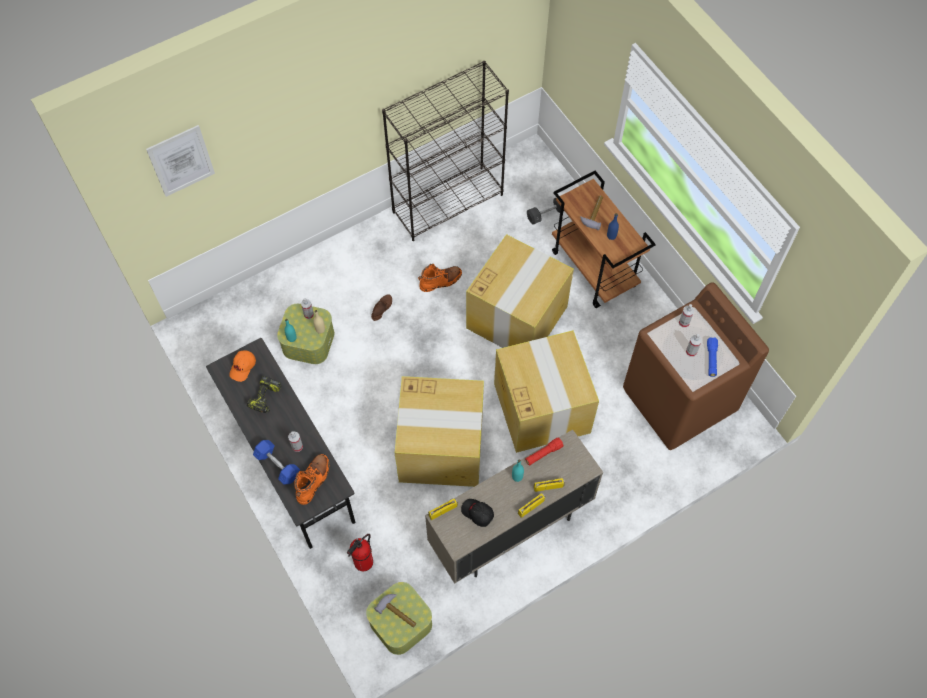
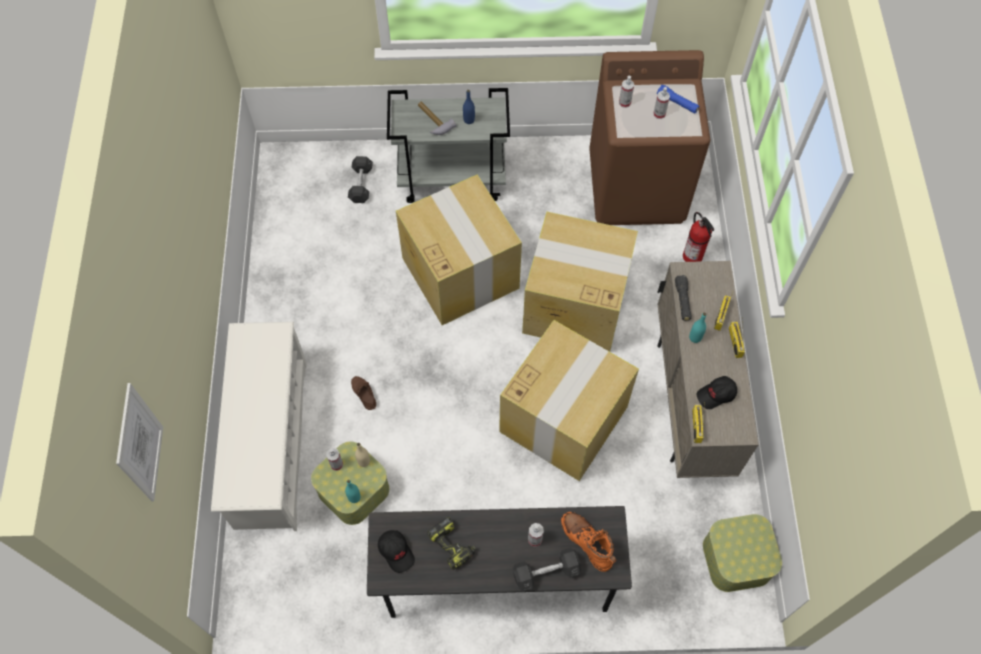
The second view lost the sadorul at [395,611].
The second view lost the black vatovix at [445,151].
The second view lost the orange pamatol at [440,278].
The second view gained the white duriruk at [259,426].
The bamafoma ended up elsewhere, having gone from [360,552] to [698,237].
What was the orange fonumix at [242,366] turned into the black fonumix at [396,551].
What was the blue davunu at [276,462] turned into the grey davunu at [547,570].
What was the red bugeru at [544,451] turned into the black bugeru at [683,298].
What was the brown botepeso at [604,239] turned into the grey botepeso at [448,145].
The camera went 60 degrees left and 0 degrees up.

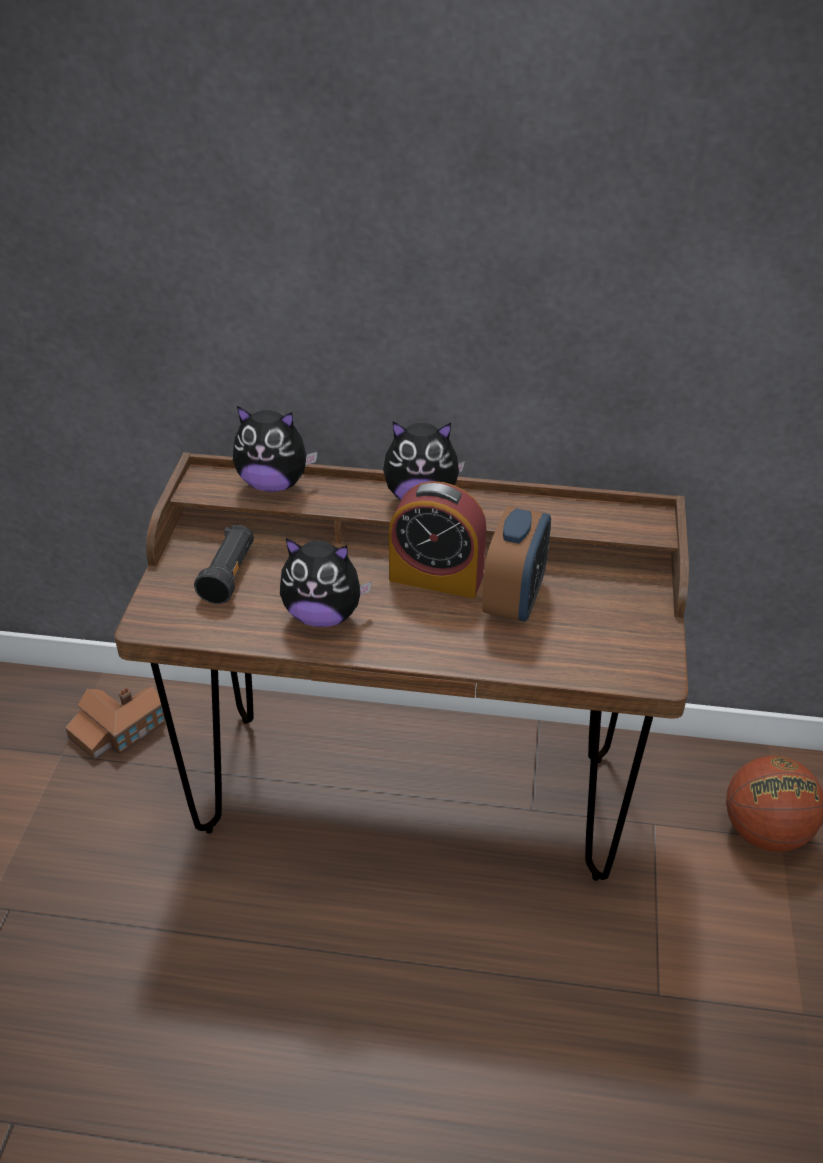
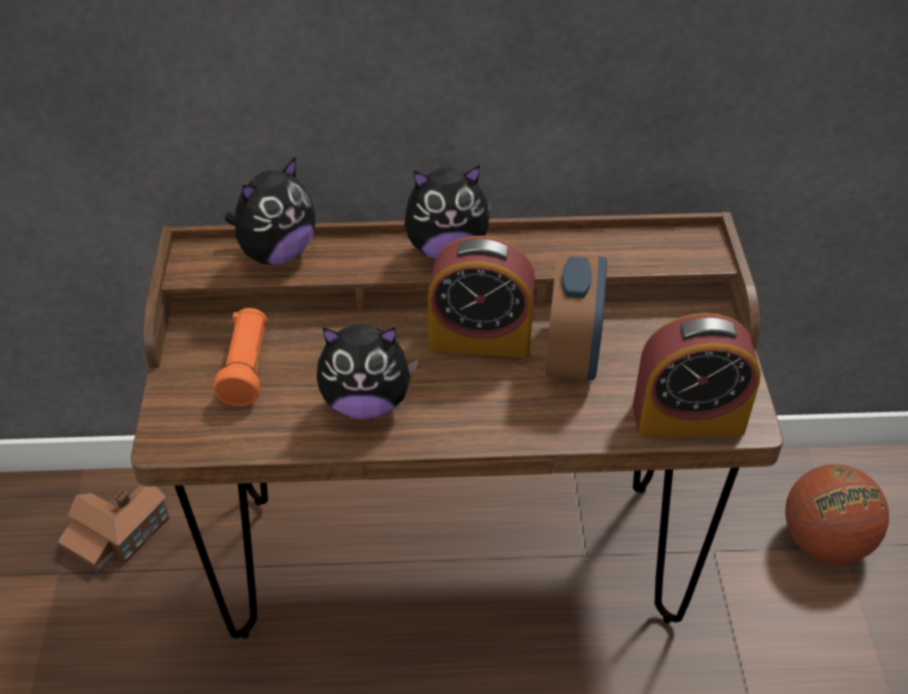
The second view gained the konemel at [697,375].
What was the black bugeru at [224,564] turned into the orange bugeru at [240,357].
The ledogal at [275,449] ended up facing another way, 45 degrees counterclockwise from before.
The camera went 10 degrees left and 5 degrees up.

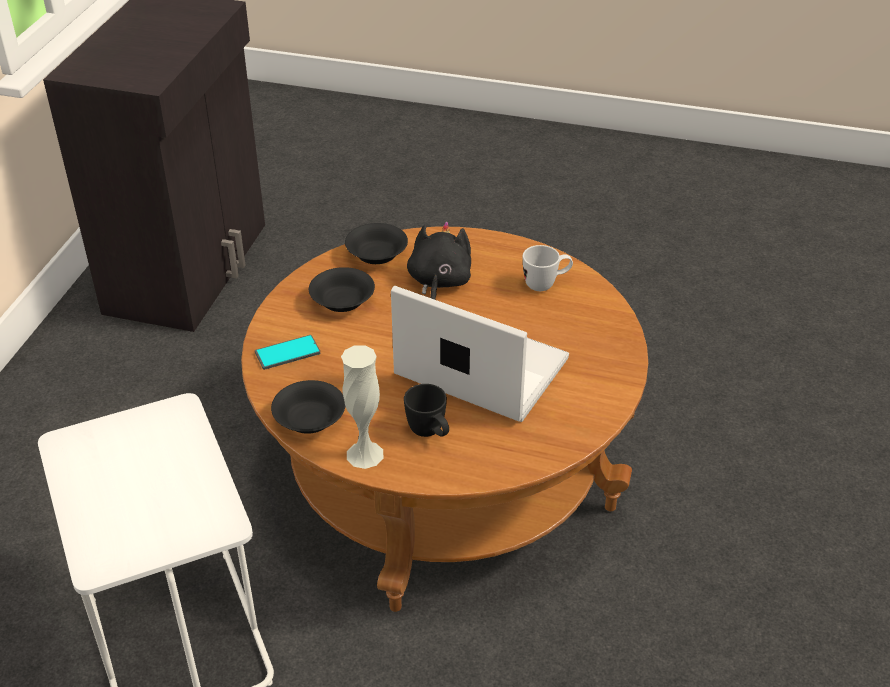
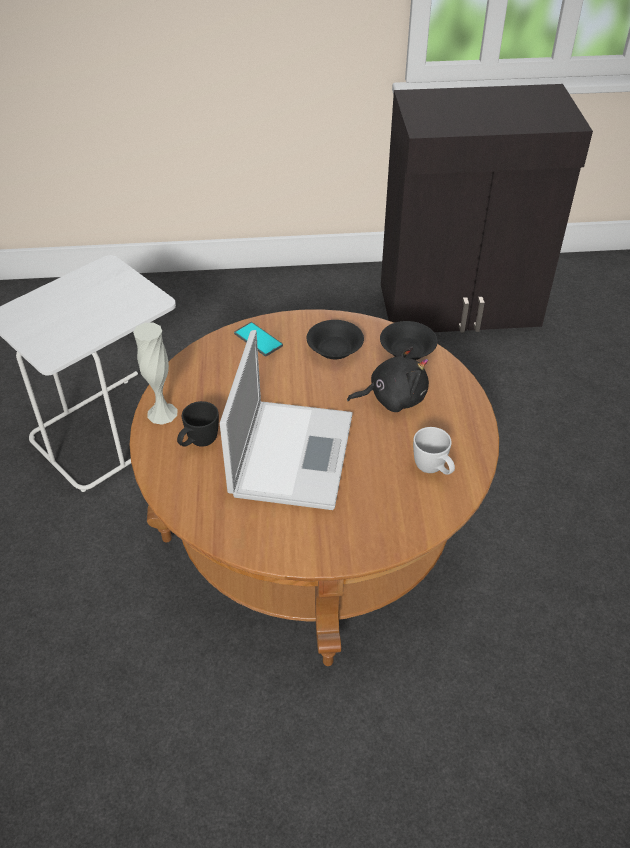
The second view lost the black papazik at [308,407].
The camera went 70 degrees right and 5 degrees up.

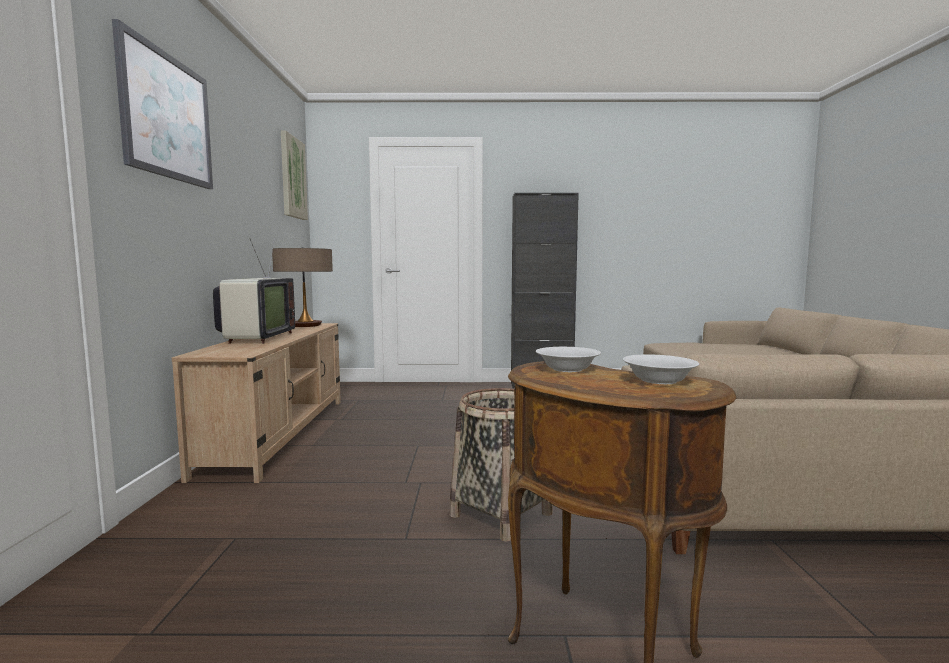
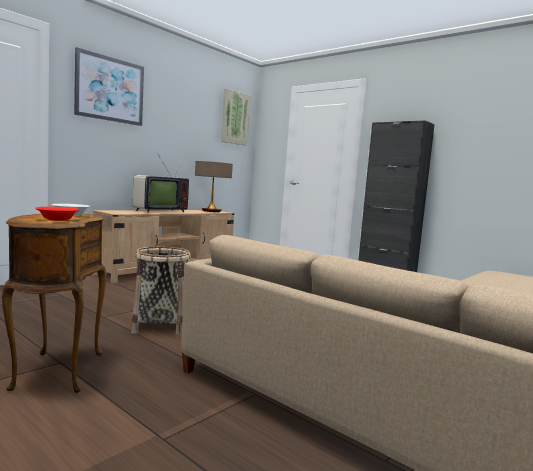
What was the white papazik at [661,369] turned into the red papazik at [57,214].
The camera went 40 degrees right and 0 degrees up.

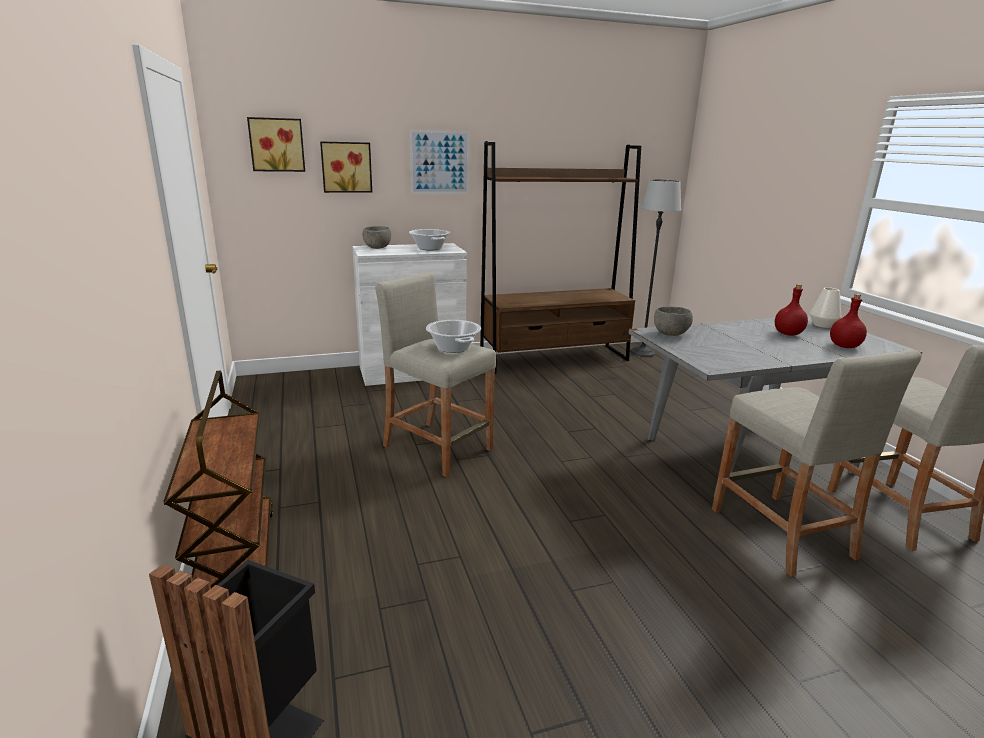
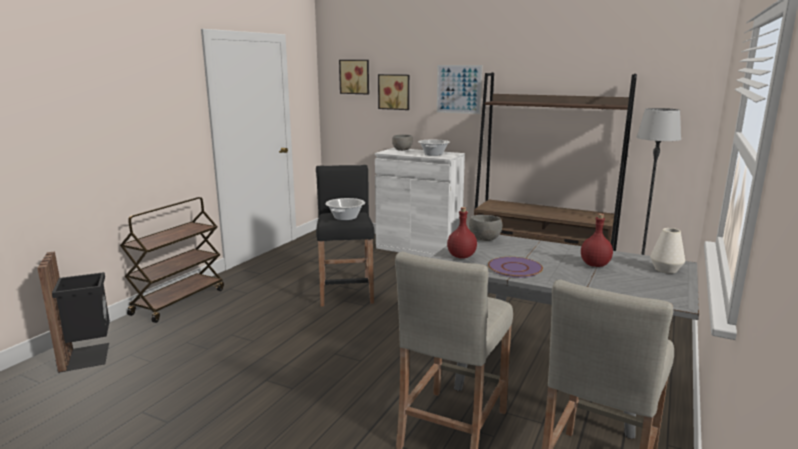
The second view gained the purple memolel at [515,267].
The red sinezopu ended up elsewhere, having gone from [848,321] to [462,233].
What was the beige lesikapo at [435,374] turned into the black lesikapo at [345,235].
The camera went 45 degrees right and 5 degrees down.

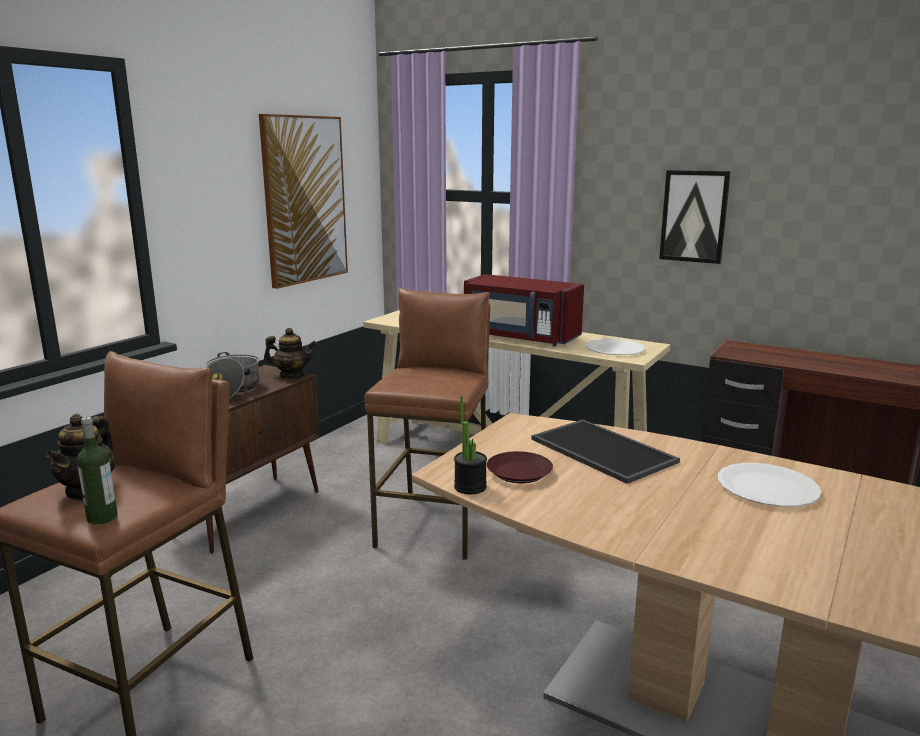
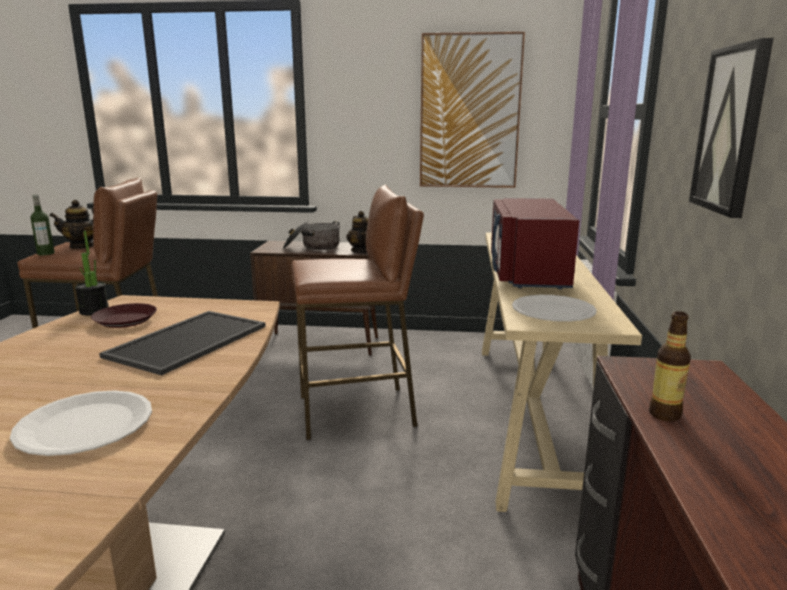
The second view gained the sinezopu at [670,366].
The camera went 65 degrees right and 0 degrees up.

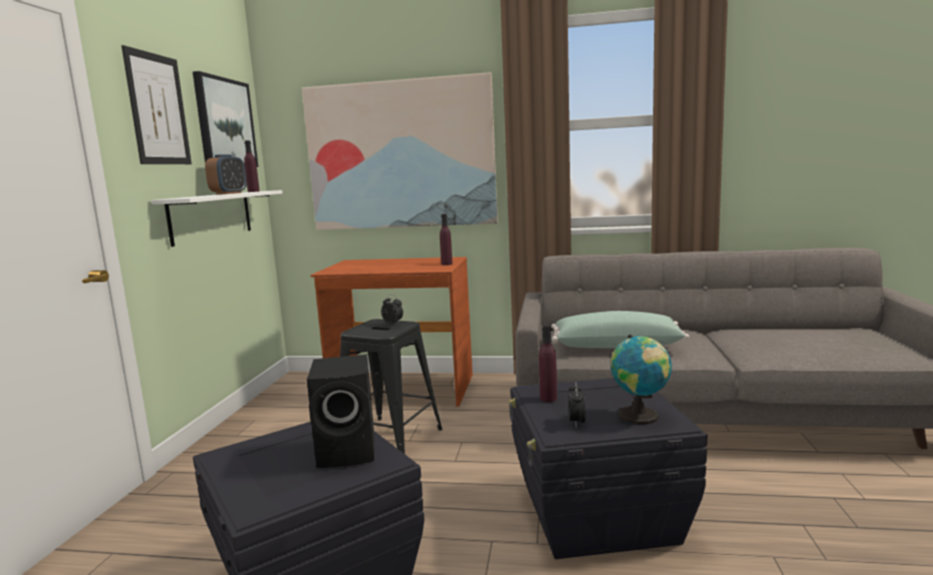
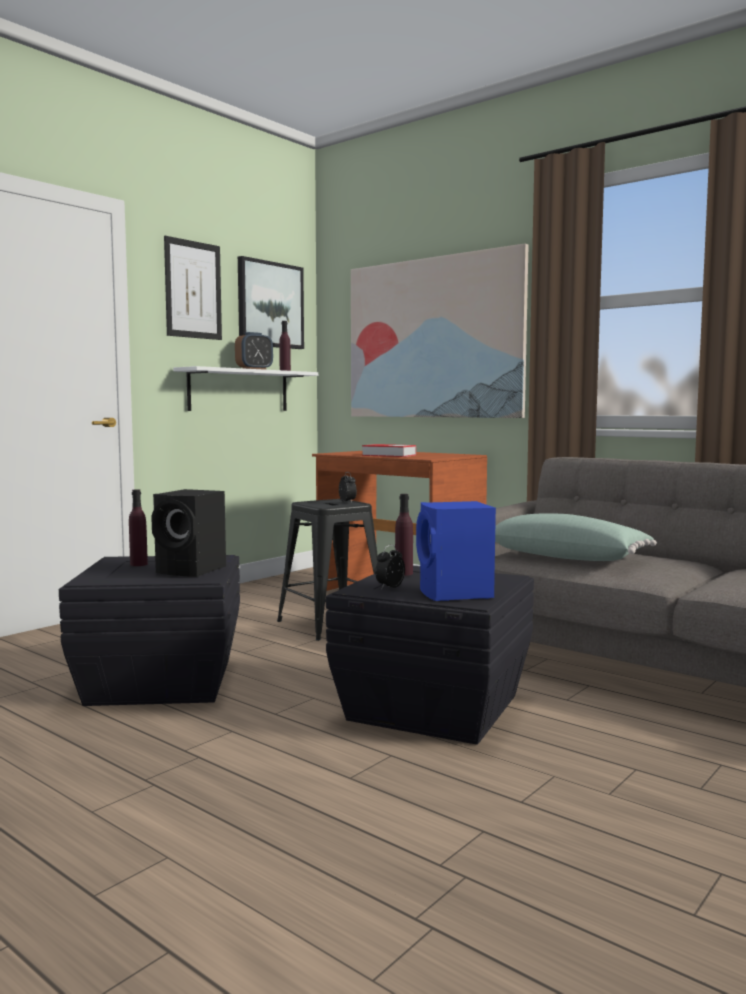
The second view gained the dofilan at [389,450].
The purple sinezopu ended up elsewhere, having gone from [446,239] to [138,527].
Where the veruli stood at [641,379], the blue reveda came to stand at [456,551].
The camera went 30 degrees right and 5 degrees down.

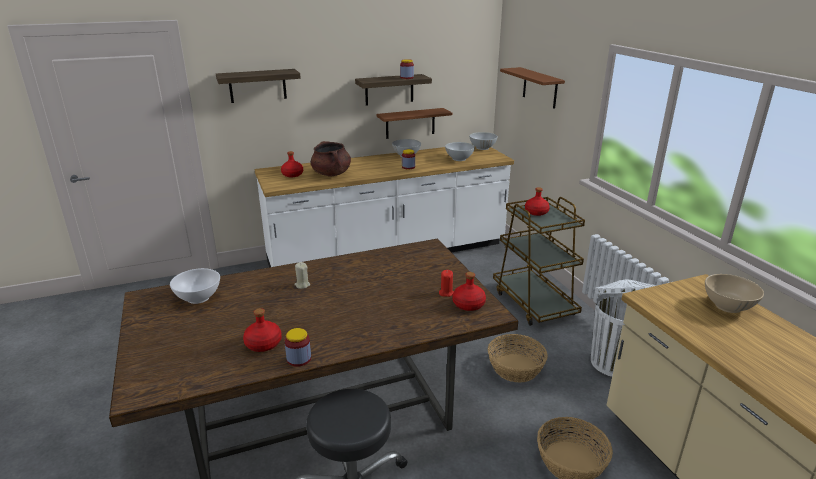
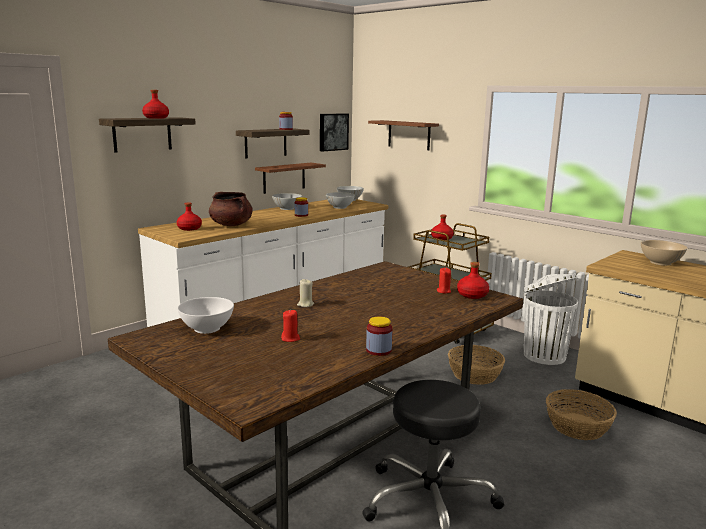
The second view gained the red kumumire at [290,325].
The second view gained the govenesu at [334,132].
The red sinezopu ended up elsewhere, having gone from [262,330] to [155,104].
The camera went 25 degrees left and 10 degrees down.

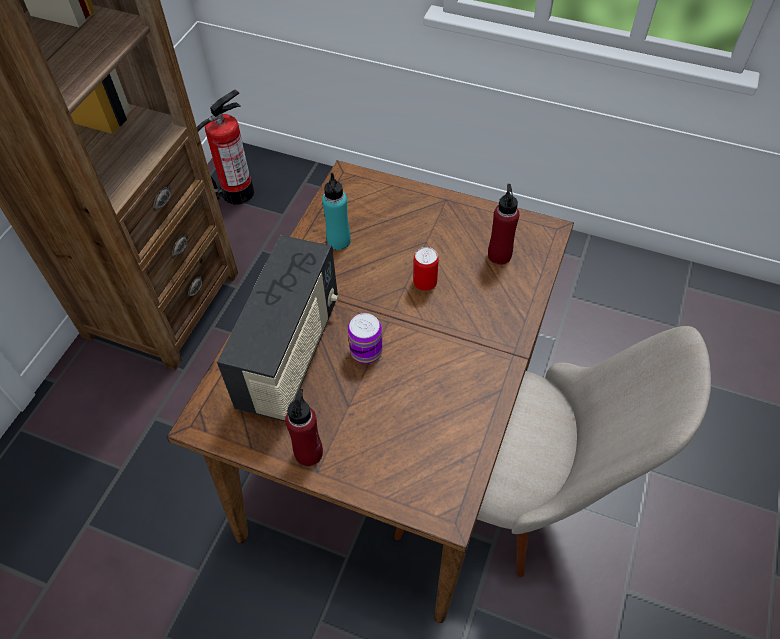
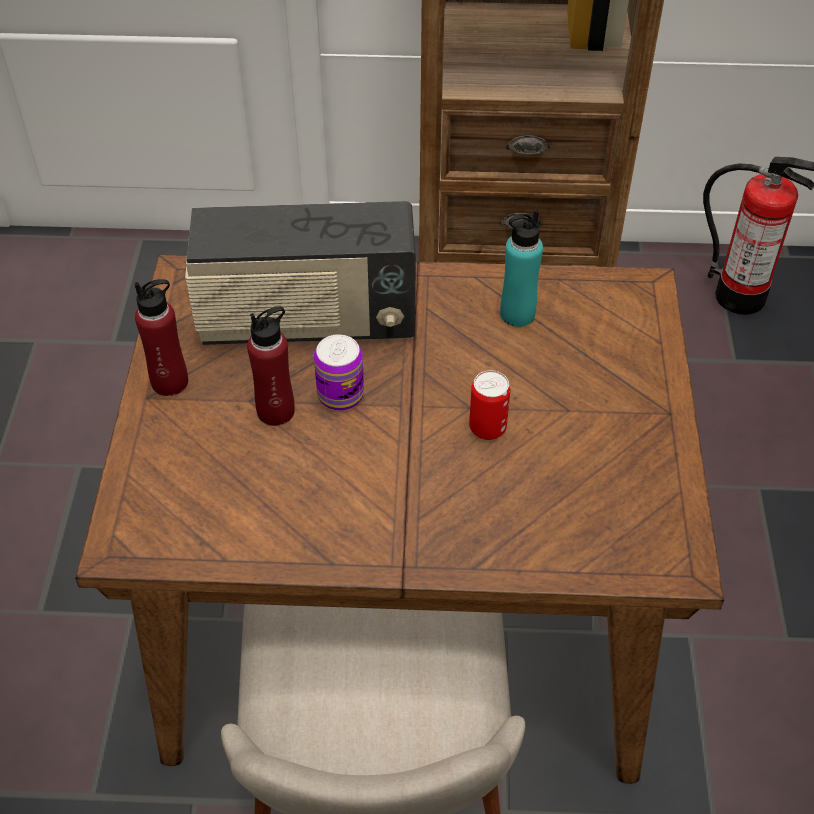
The red sinezopu ended up elsewhere, having gone from [503,224] to [271,366].
The camera went 70 degrees right and 5 degrees down.

